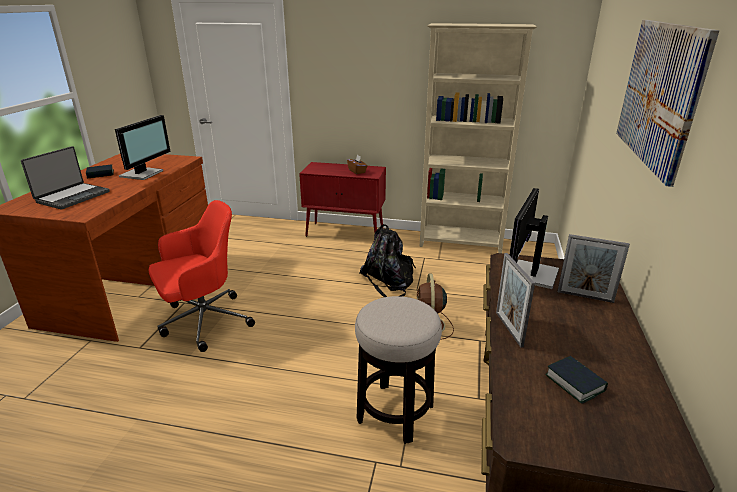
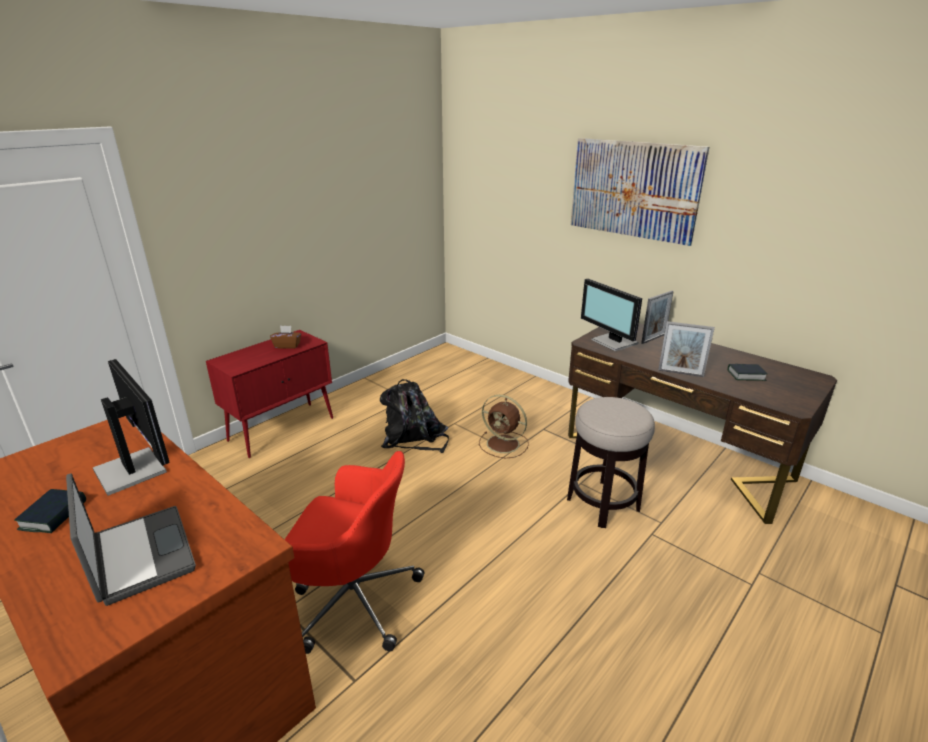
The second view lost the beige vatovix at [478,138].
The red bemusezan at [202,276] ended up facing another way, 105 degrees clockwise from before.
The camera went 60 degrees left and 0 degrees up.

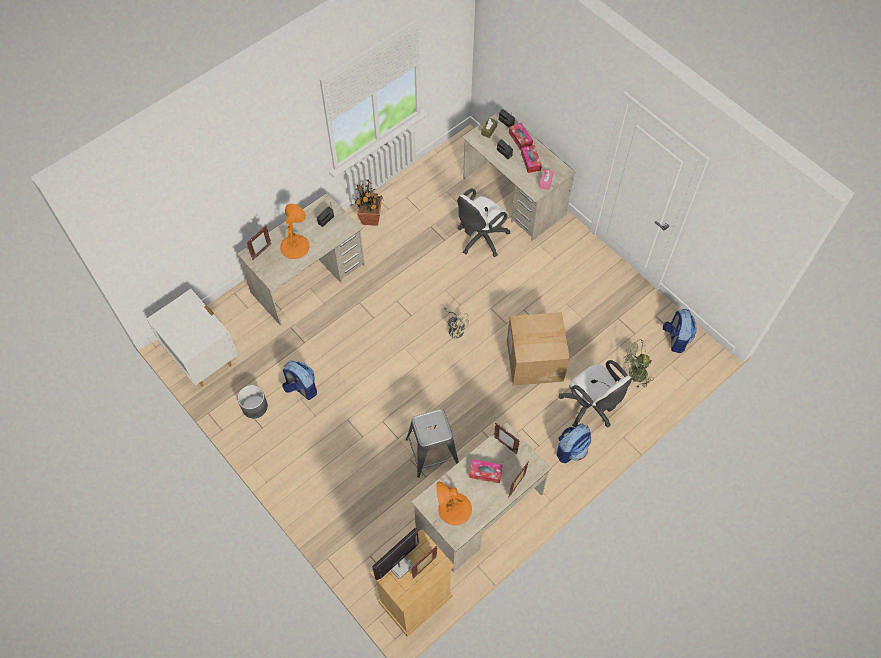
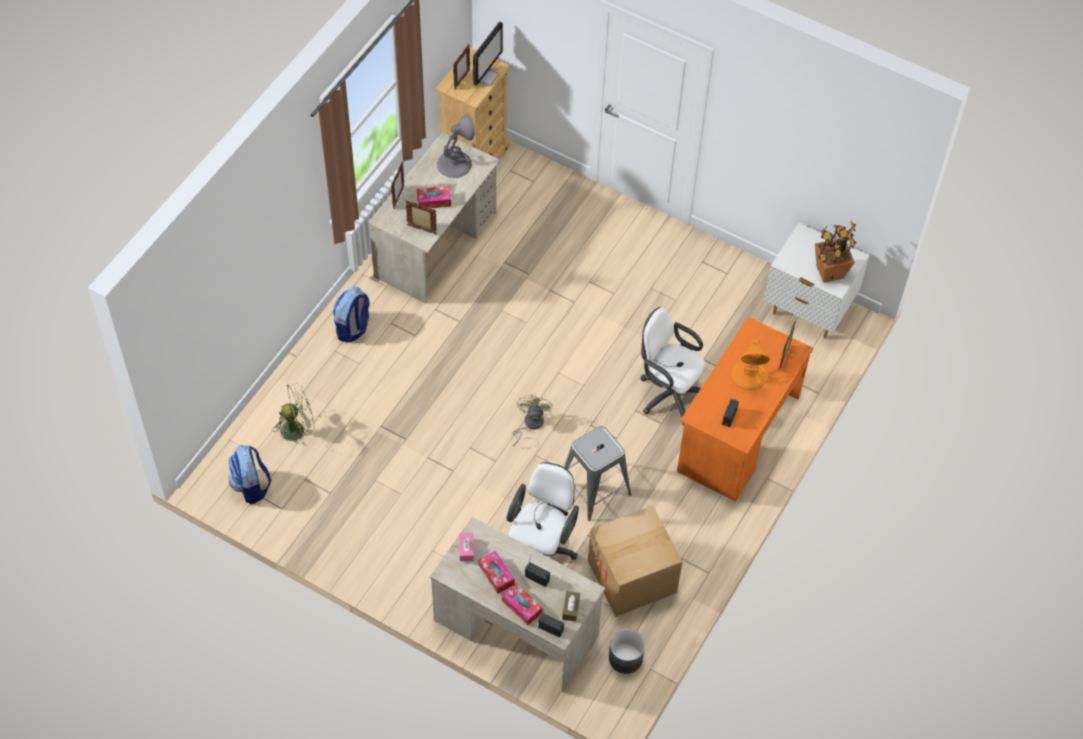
The second view lost the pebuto at [299,380].
The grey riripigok ended up elsewhere, having gone from [253,401] to [627,651].
The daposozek ended up elsewhere, having gone from [369,202] to [836,252].
The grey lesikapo ended up elsewhere, having gone from [432,443] to [598,473].
The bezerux ended up elsewhere, having gone from [538,349] to [635,561].
The white bemusezan ended up elsewhere, having gone from [595,393] to [672,366].
What was the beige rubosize at [301,259] turned into the orange rubosize at [745,409].
What was the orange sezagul at [454,503] turned into the grey sezagul at [456,146].
The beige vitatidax at [456,323] ended up facing another way, 75 degrees clockwise from before.
The camera went 160 degrees right and 5 degrees down.

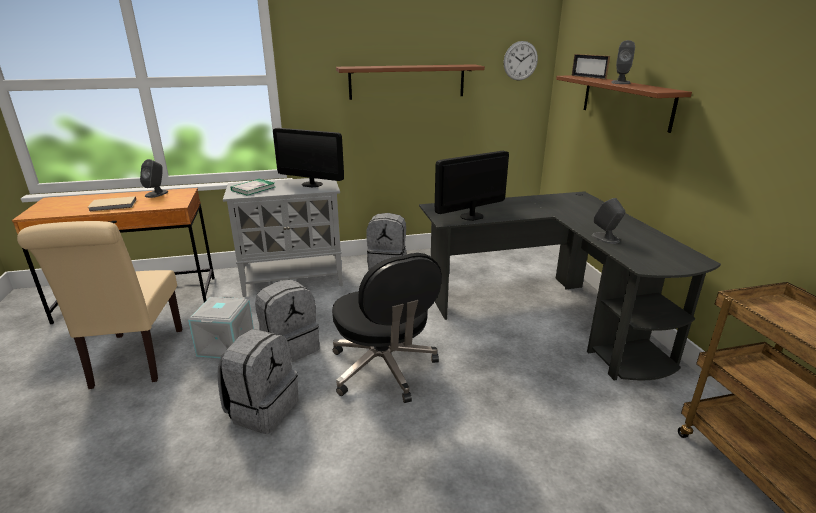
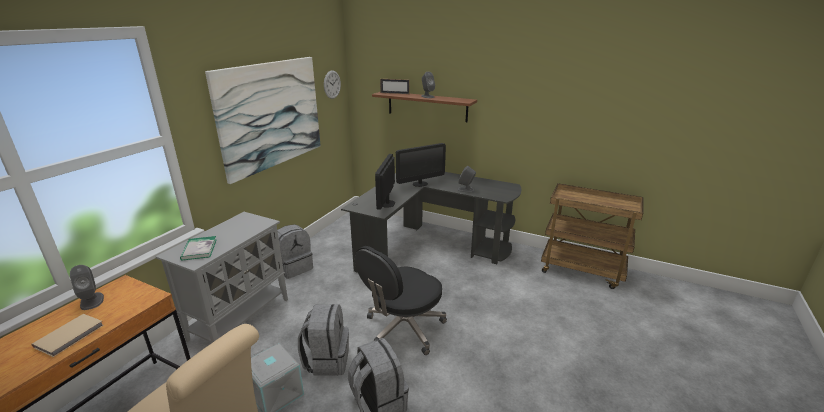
The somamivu ended up elsewhere, having gone from [308,158] to [421,165].
Where the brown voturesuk hung at [410,82], the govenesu came to hang at [263,120].
The black bemusezan at [386,328] ended up facing another way, 120 degrees clockwise from before.
The camera went 50 degrees left and 0 degrees up.

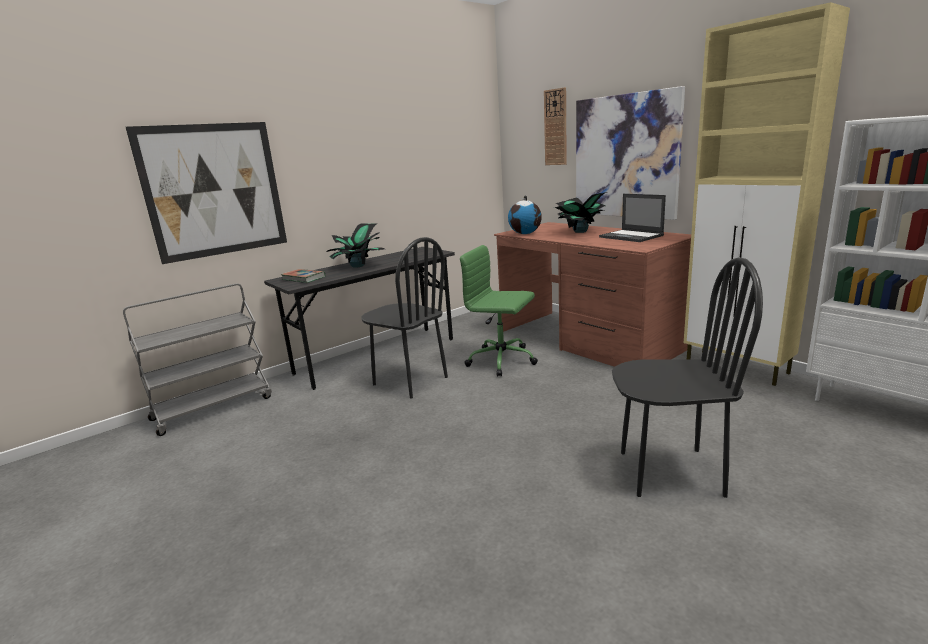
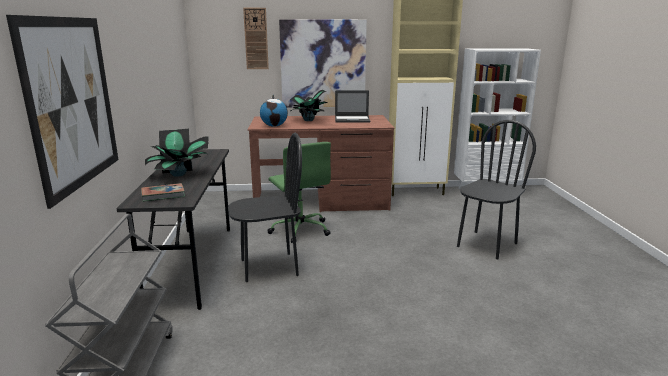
The green bemusezan at [499,311] ended up facing another way, 90 degrees counterclockwise from before.
The camera went 55 degrees left and 0 degrees up.

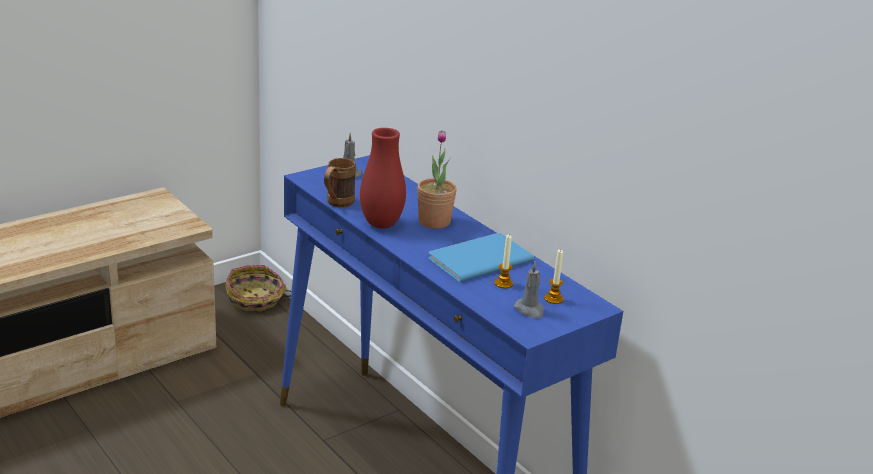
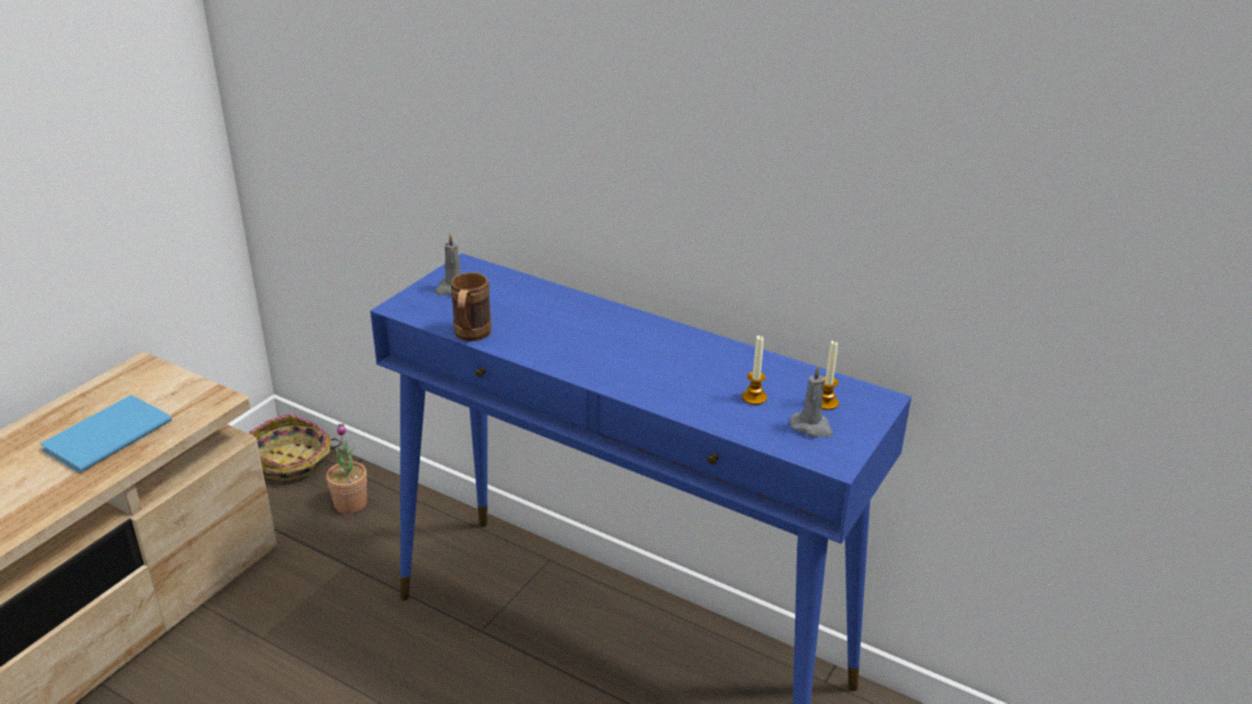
The second view lost the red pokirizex at [383,178].
The daposozek ended up elsewhere, having gone from [437,179] to [346,469].
The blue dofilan ended up elsewhere, having gone from [481,257] to [106,434].
The camera went 20 degrees left and 5 degrees up.

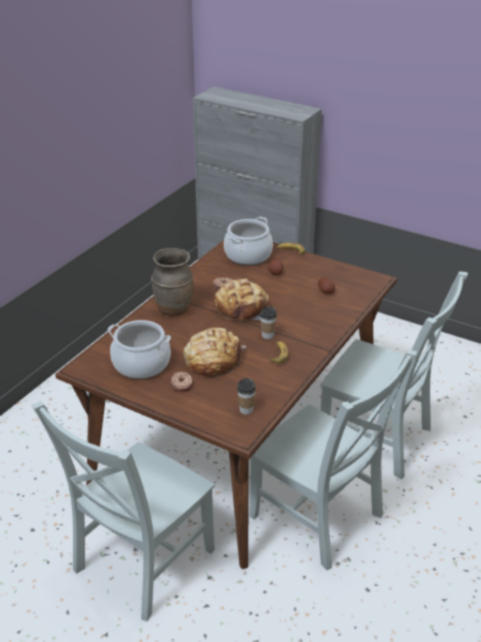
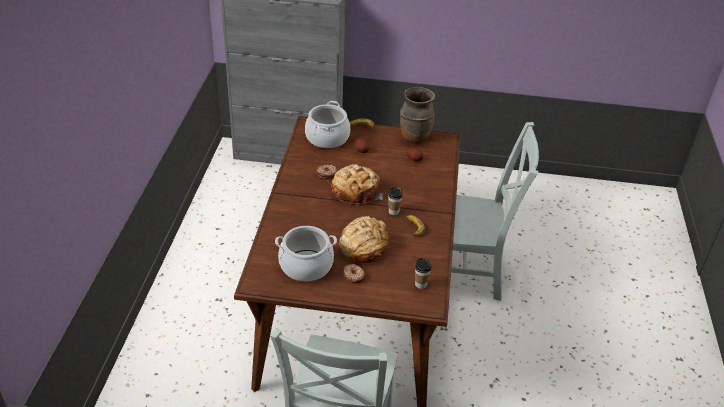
The second view lost the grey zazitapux at [333,459].
The brown pokirizex ended up elsewhere, having gone from [172,282] to [417,115].
The camera went 25 degrees left and 5 degrees up.

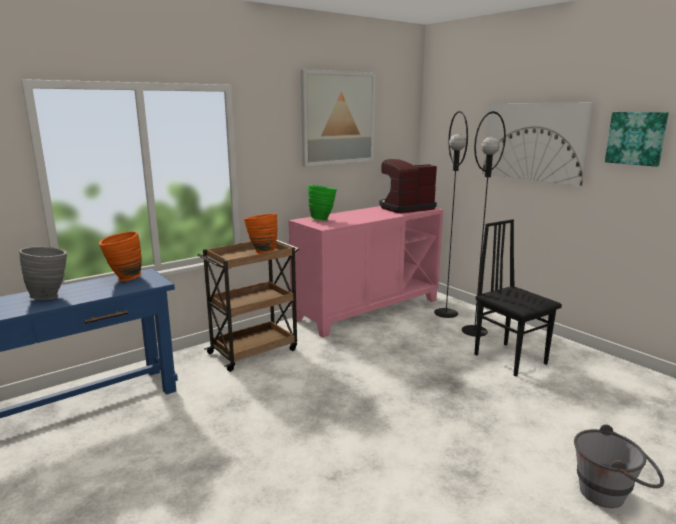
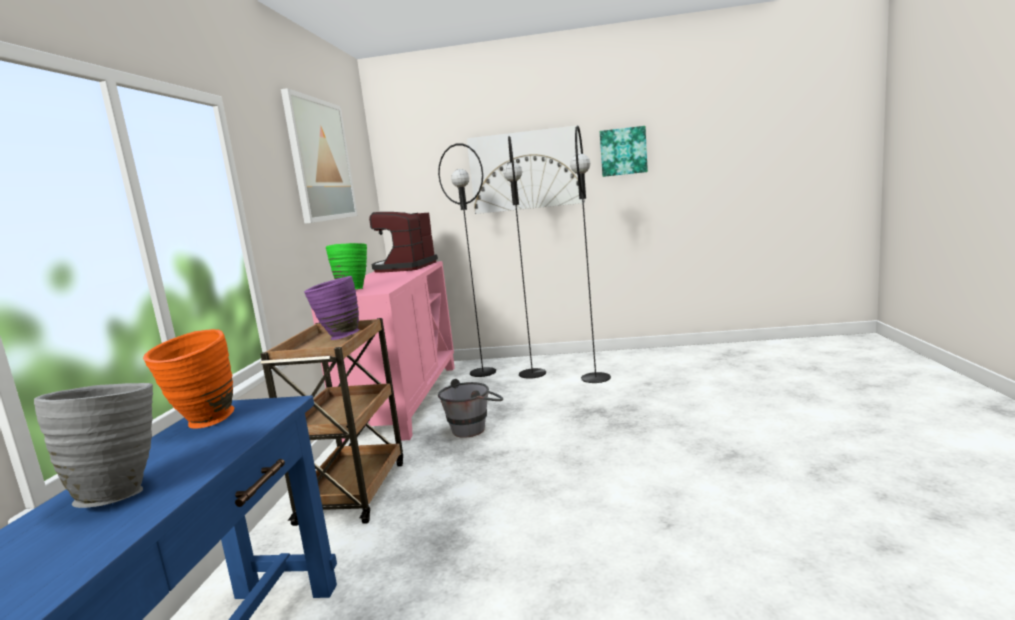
The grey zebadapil ended up elsewhere, having gone from [619,466] to [470,408].
Where the black zazitapux stood at [518,297], the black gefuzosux came to stand at [590,254].
What was the orange pokirizex at [260,233] turned into the purple pokirizex at [331,308].
The camera went 45 degrees left and 5 degrees down.

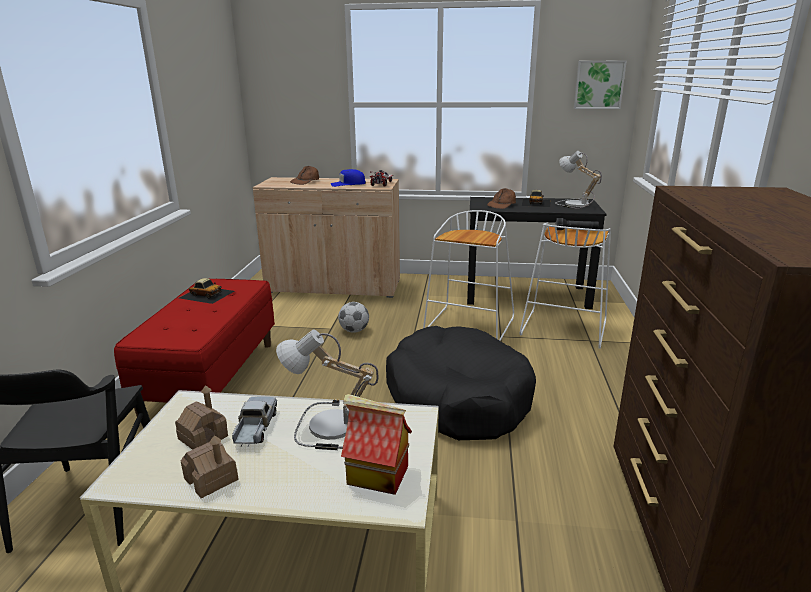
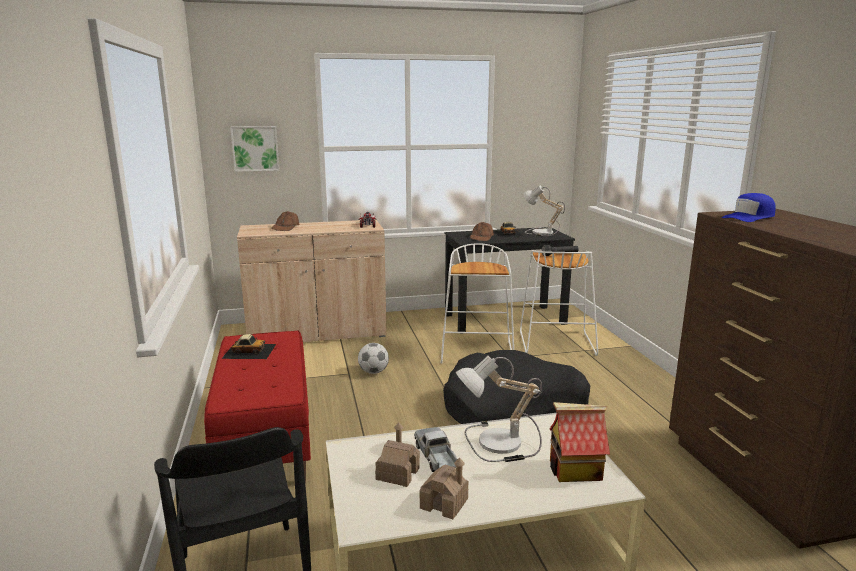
The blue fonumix ended up elsewhere, having gone from [348,178] to [749,207].
The govenesu ended up elsewhere, having gone from [600,84] to [254,149].
The camera went 20 degrees left and 5 degrees down.

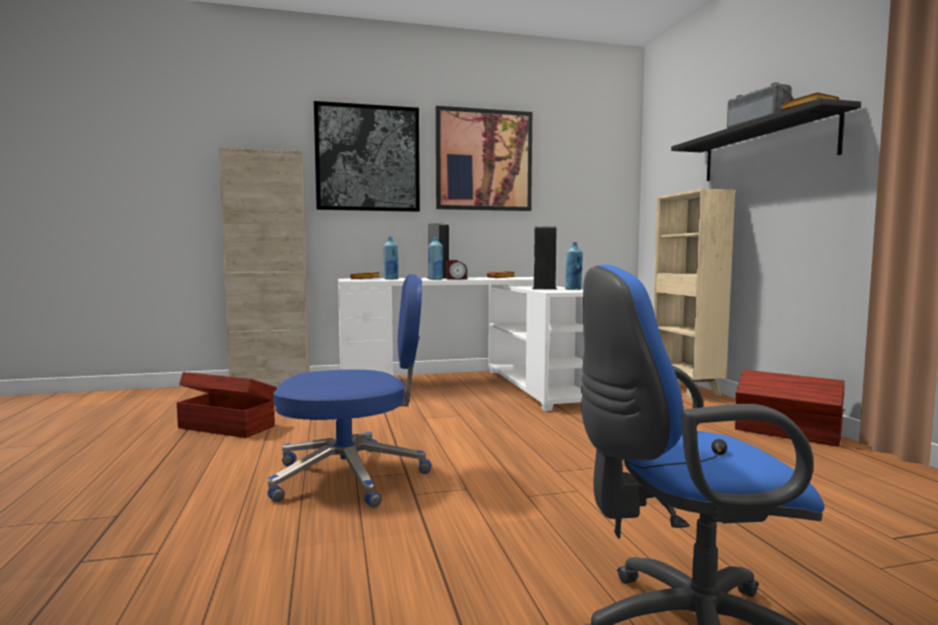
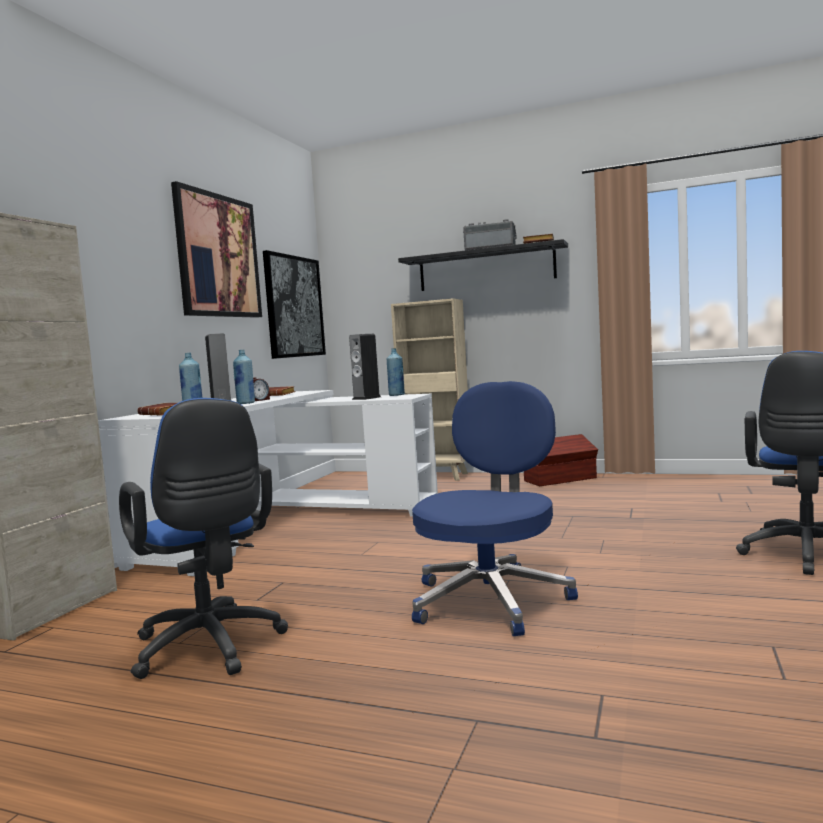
The govenesu ended up elsewhere, having gone from [367,156] to [294,304].
Where the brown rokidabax stood at [227,405], the blue bemusezan came to stand at [203,538].
The camera went 55 degrees left and 0 degrees up.

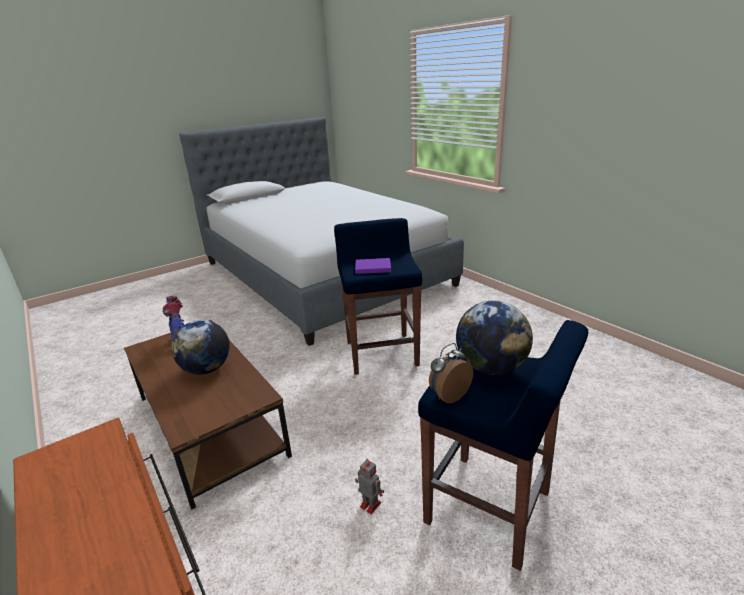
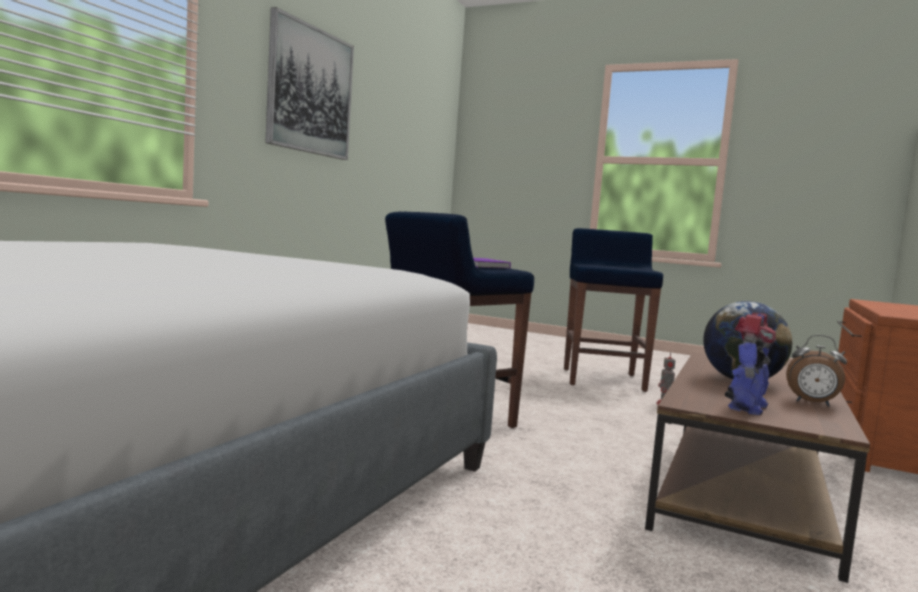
The second view lost the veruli at [494,337].
The second view gained the govenesu at [309,83].
The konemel ended up elsewhere, having gone from [451,373] to [816,370].
The camera went 120 degrees left and 20 degrees down.

